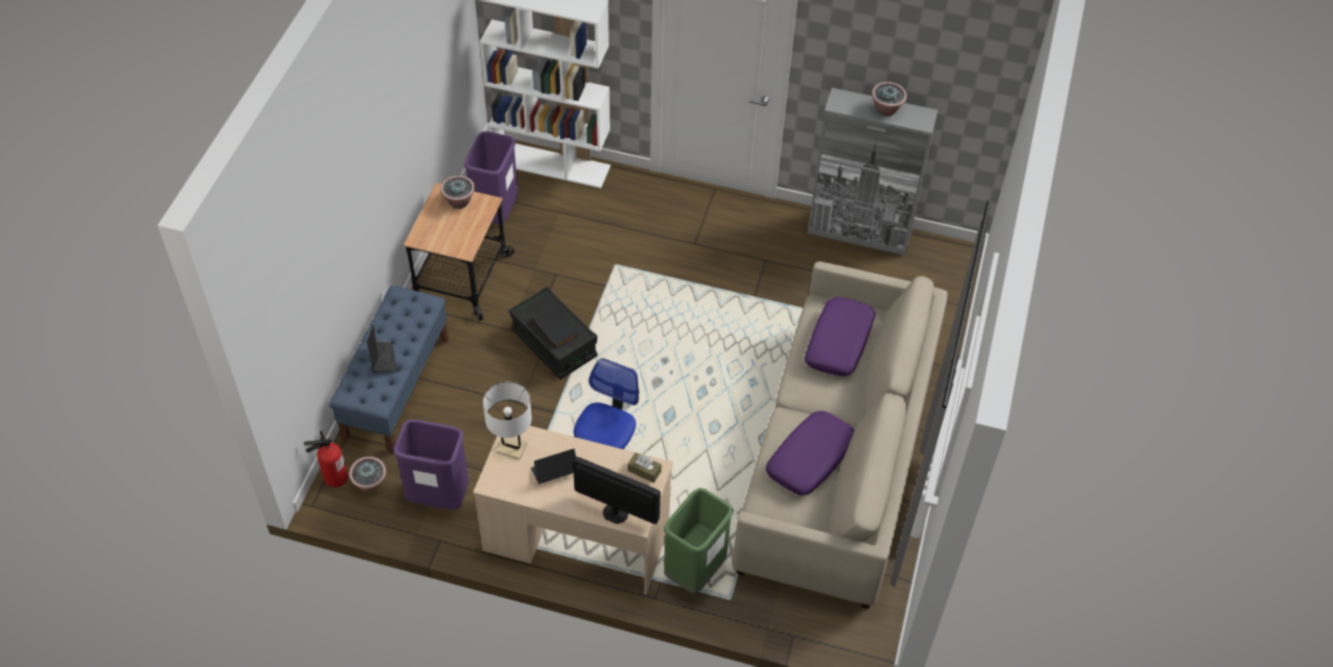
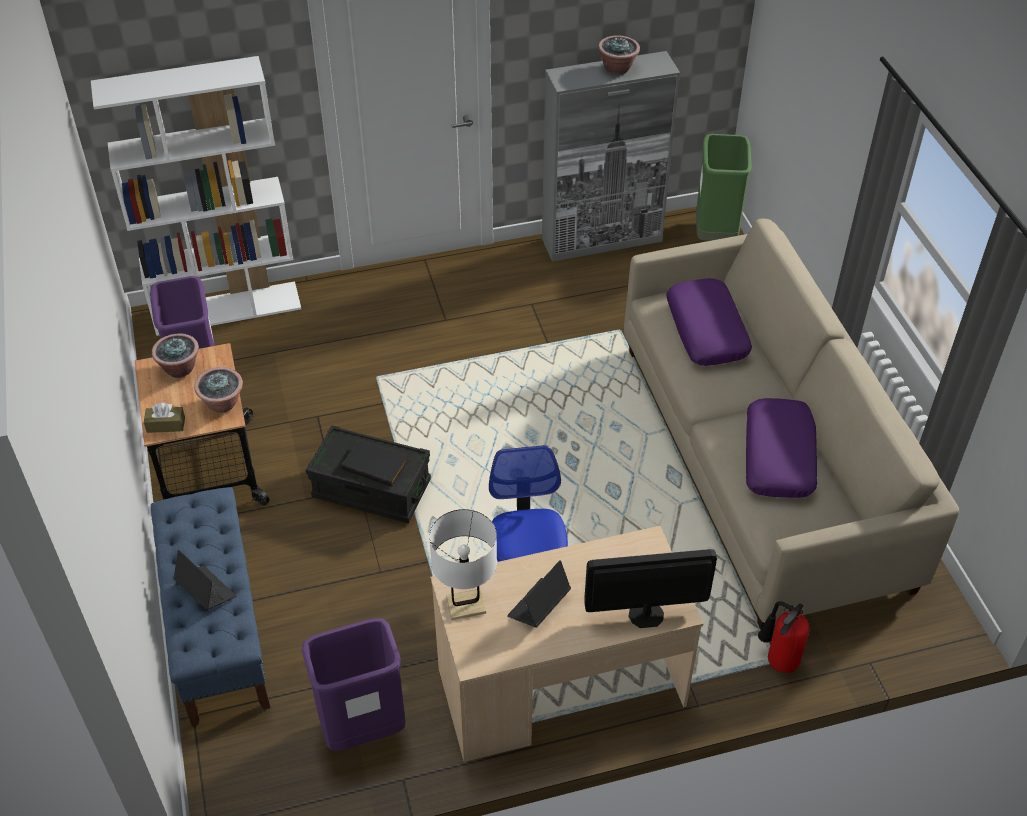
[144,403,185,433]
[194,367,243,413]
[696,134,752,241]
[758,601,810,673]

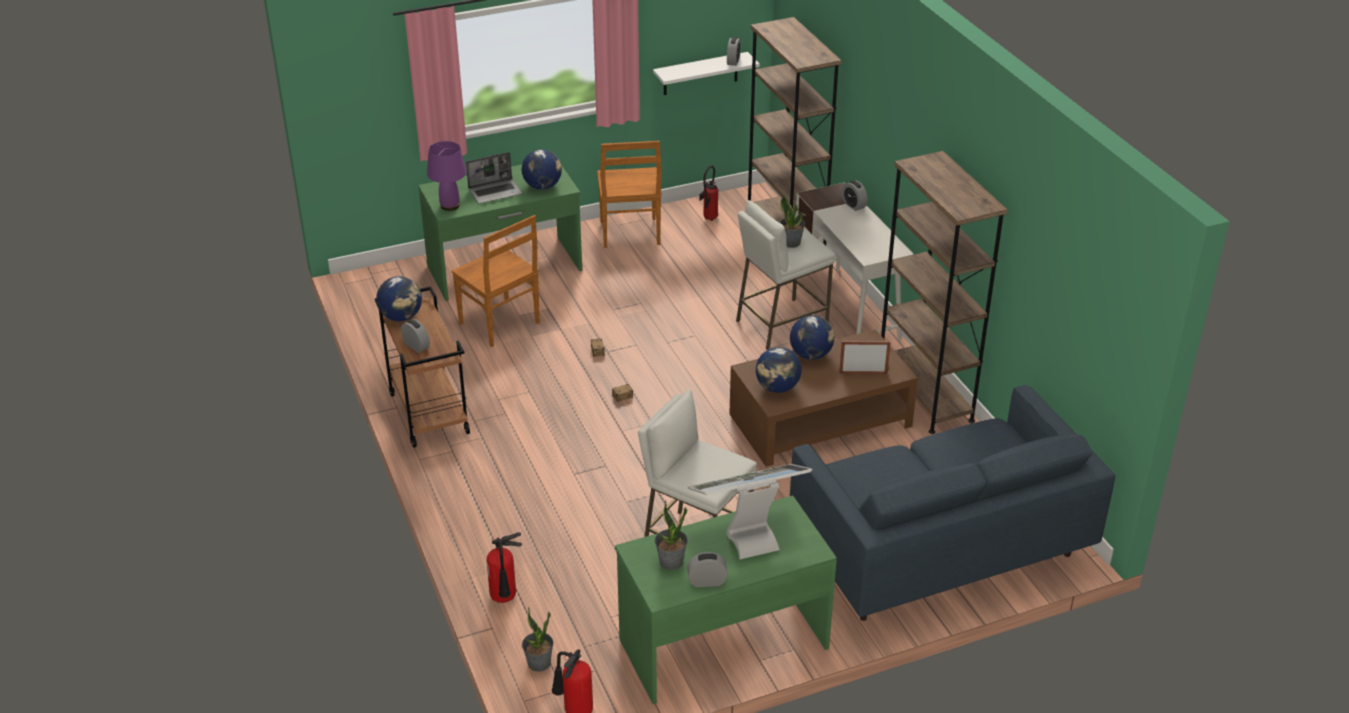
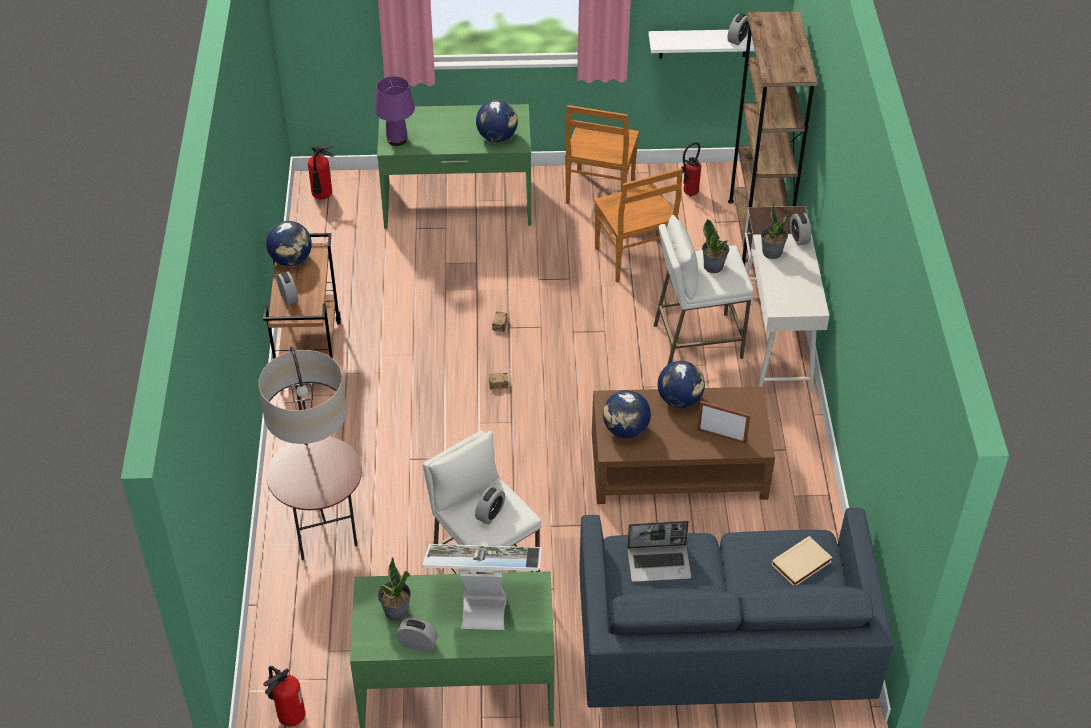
[259,347,362,560]
[308,145,335,199]
[475,486,505,525]
[594,168,683,283]
[627,521,691,582]
[761,202,791,259]
[771,536,832,585]
[881,151,1008,434] (first image)

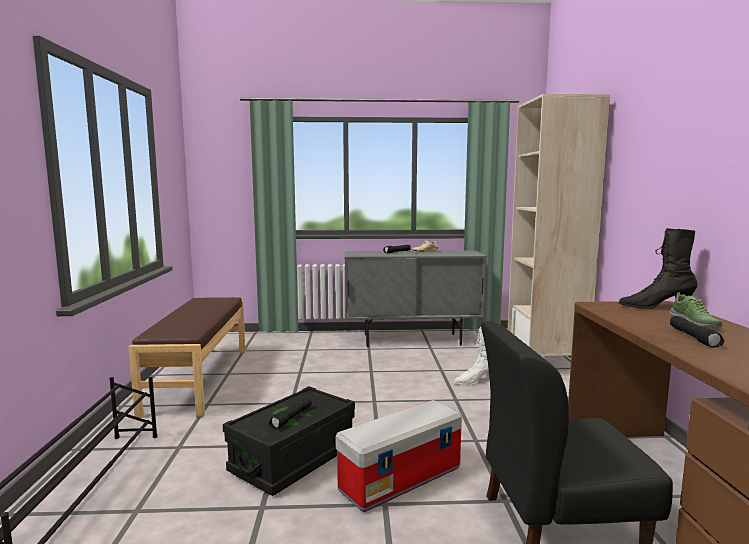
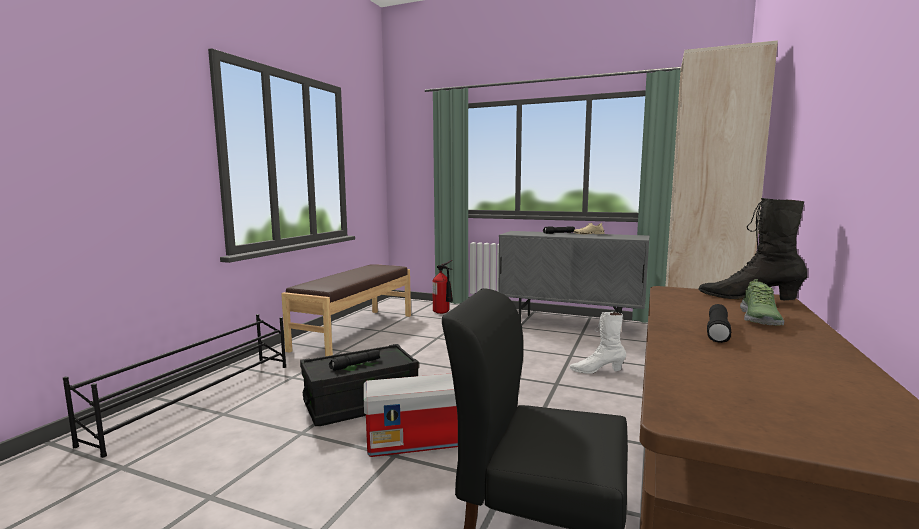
[432,260,453,314]

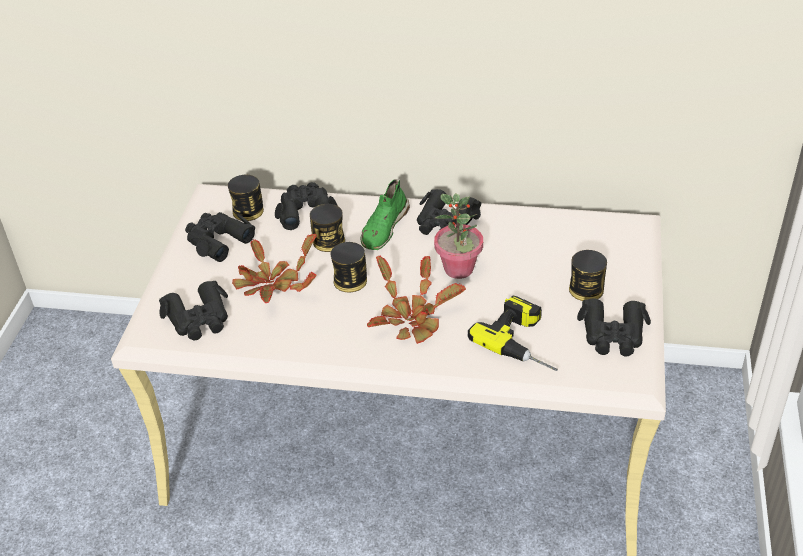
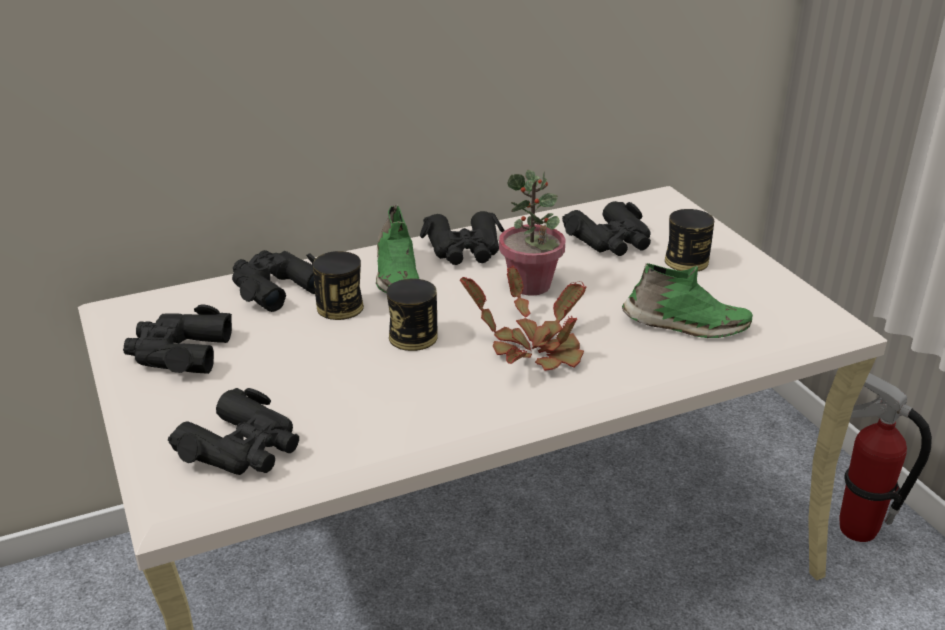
[562,201,651,256]
[622,263,753,338]
[839,373,932,542]
[228,175,264,221] (first image)
[232,234,317,303] (first image)

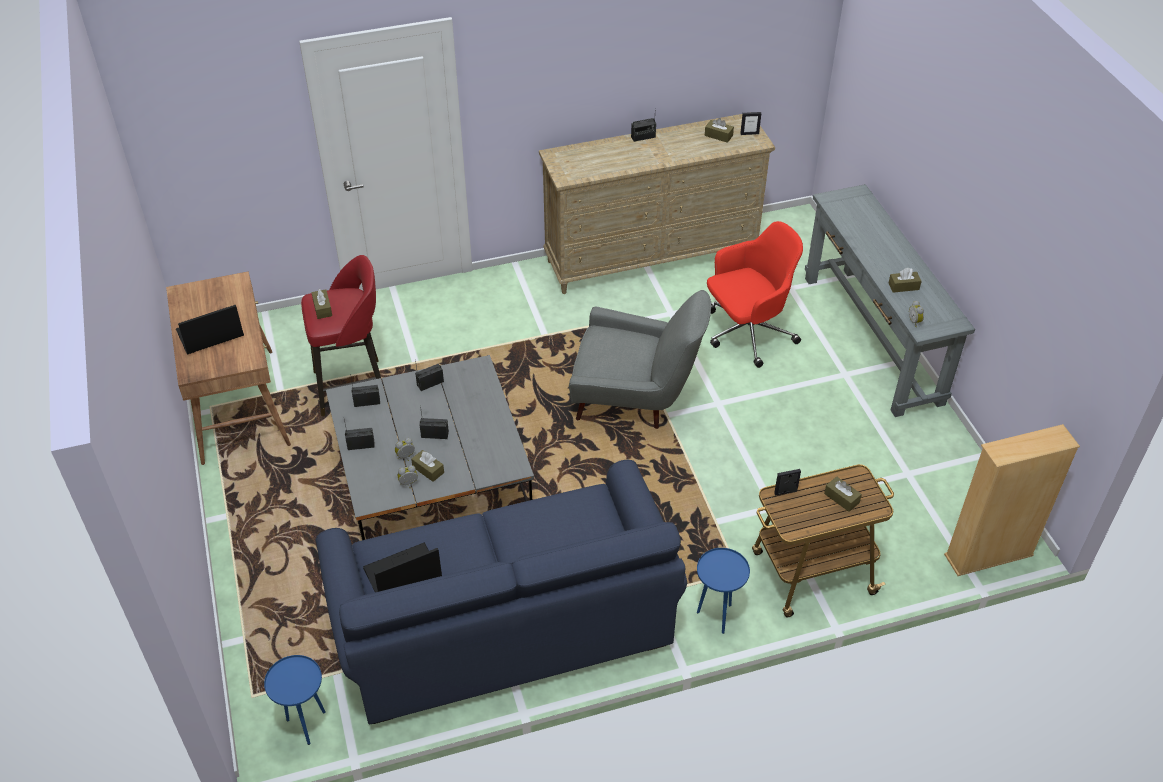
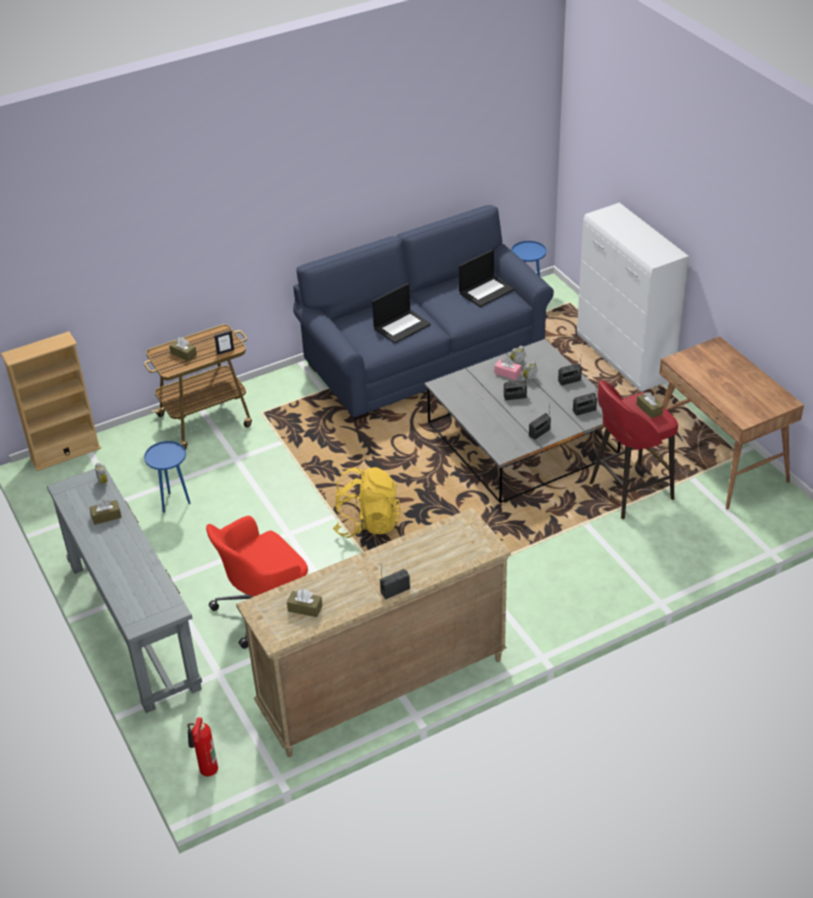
[144,441,190,513]
[187,717,218,776]
[333,467,401,538]
[372,283,431,344]
[494,358,521,380]
[577,203,689,392]
[740,112,761,135] (first image)

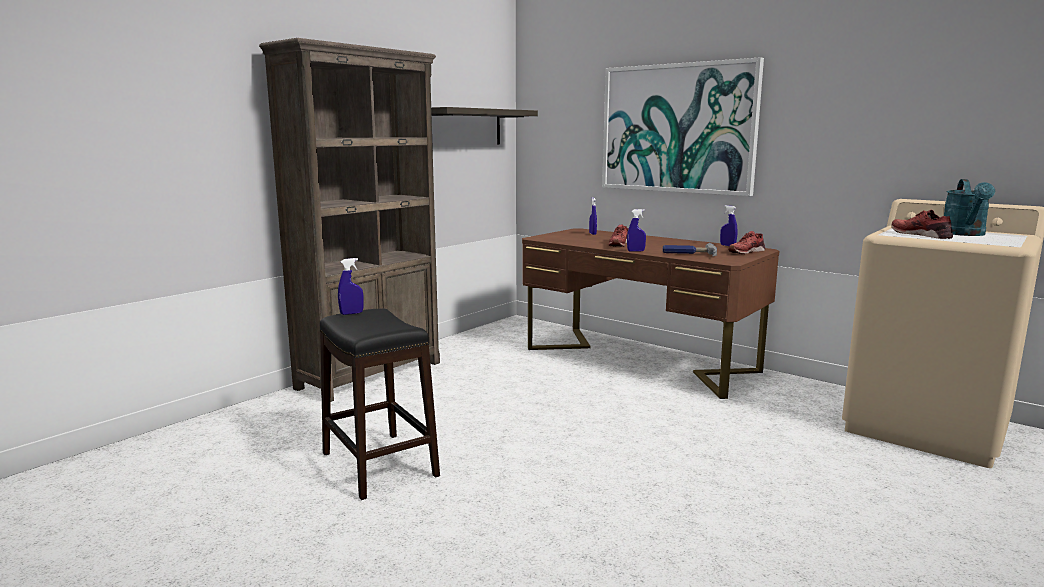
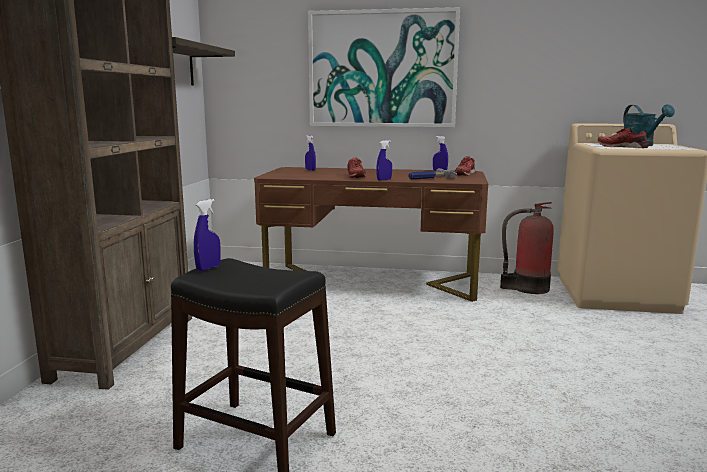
[500,202,554,294]

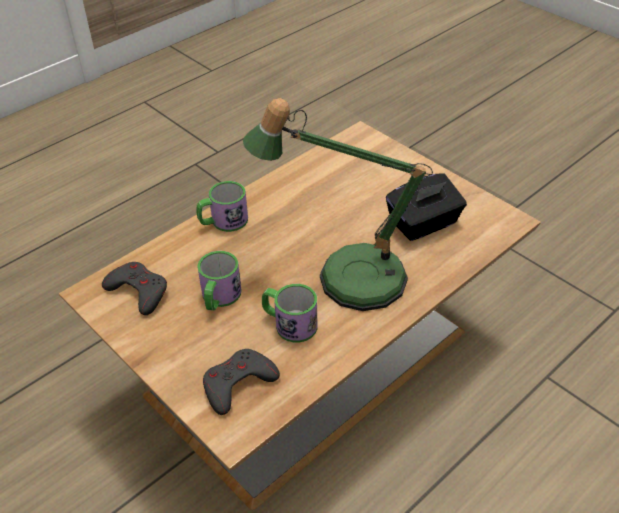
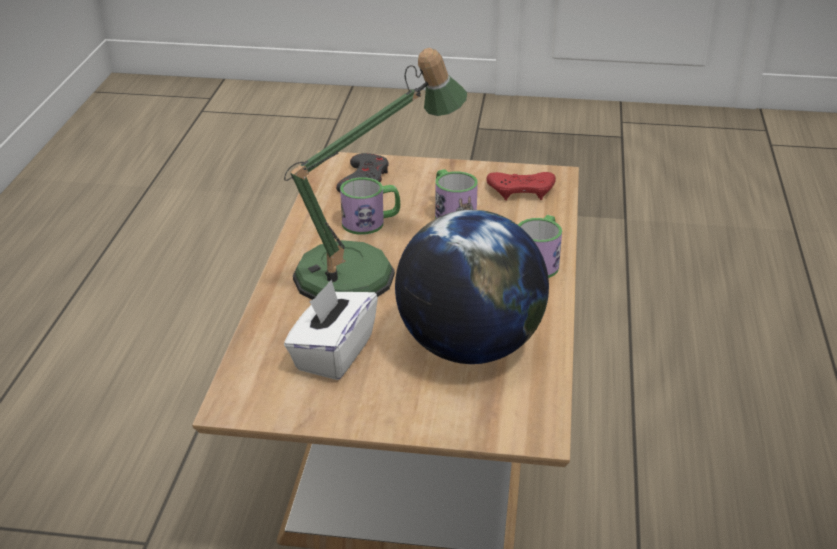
[284,280,378,380]
[395,210,549,364]
[486,172,556,200]

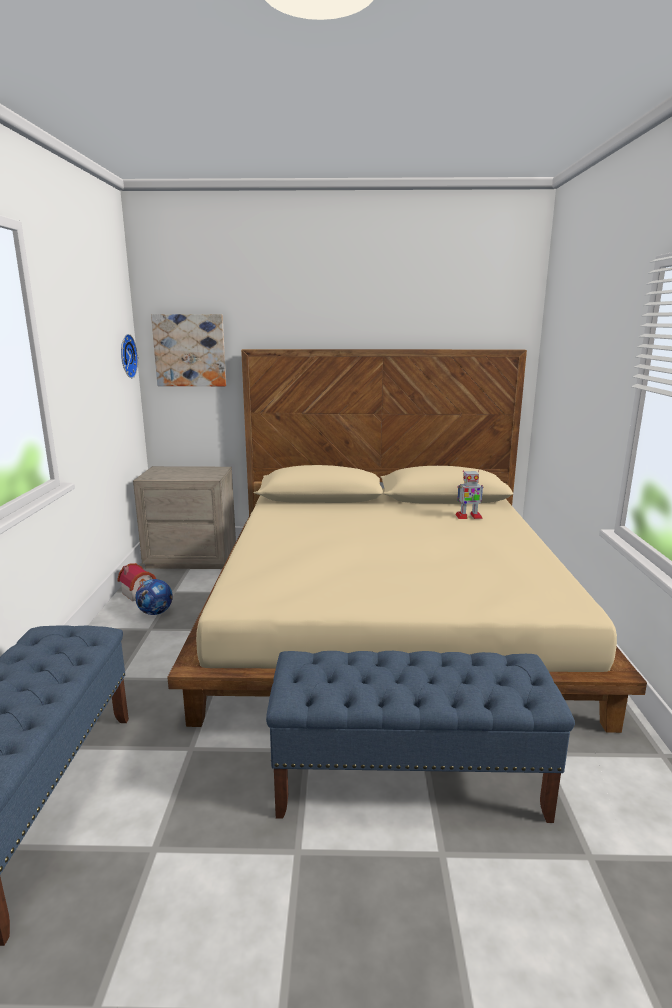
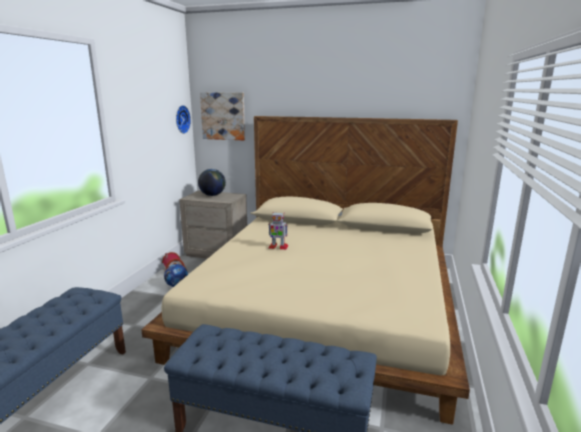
[198,169,226,196]
[268,212,288,250]

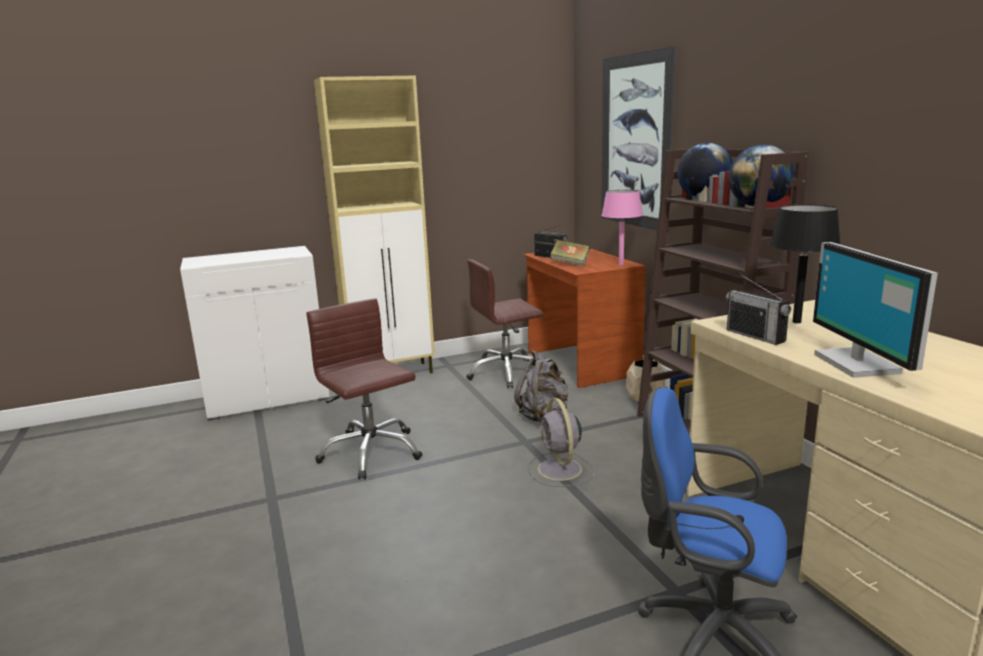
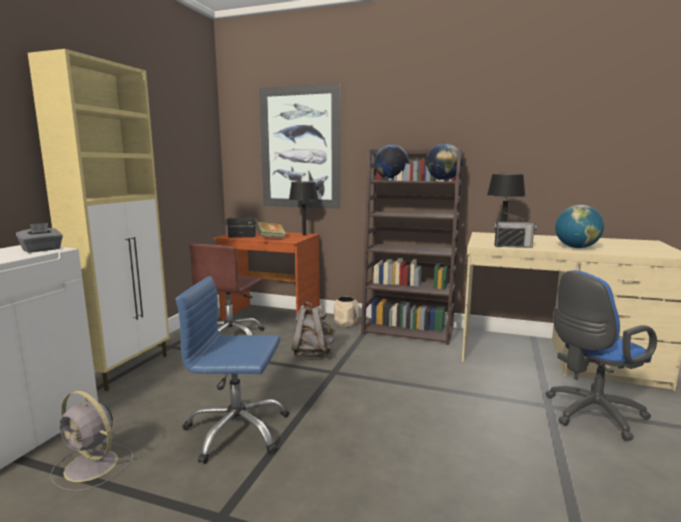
[16,223,63,253]
[50,391,133,491]
[176,276,289,464]
[289,181,318,235]
[555,205,604,248]

